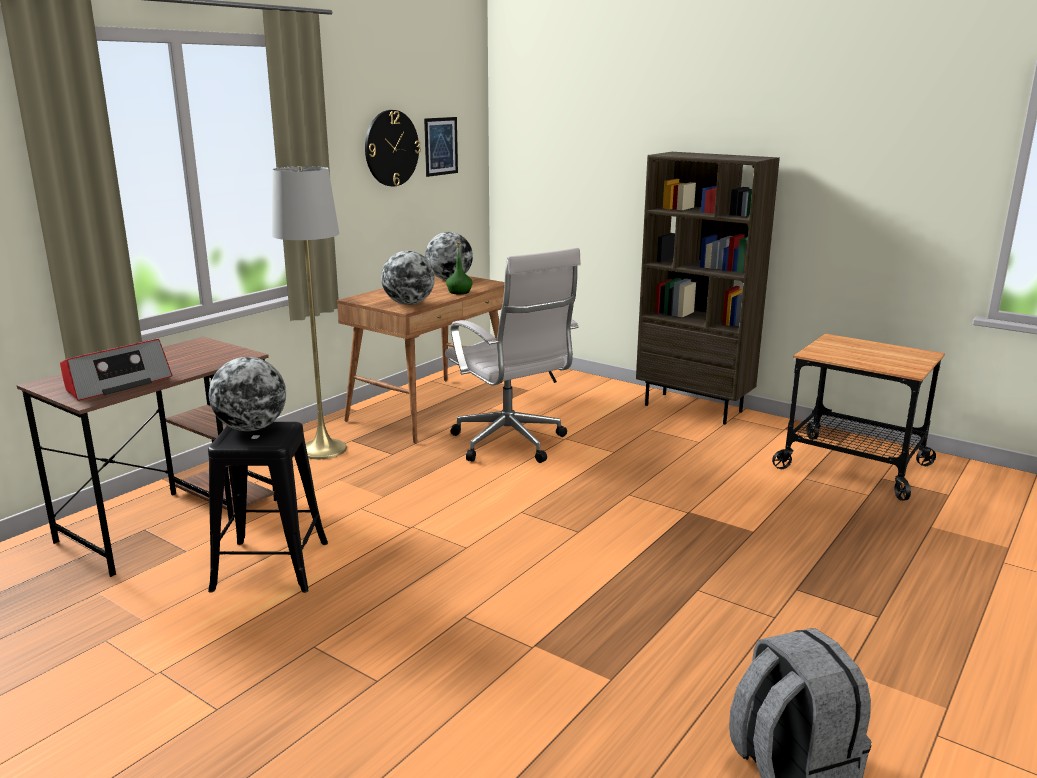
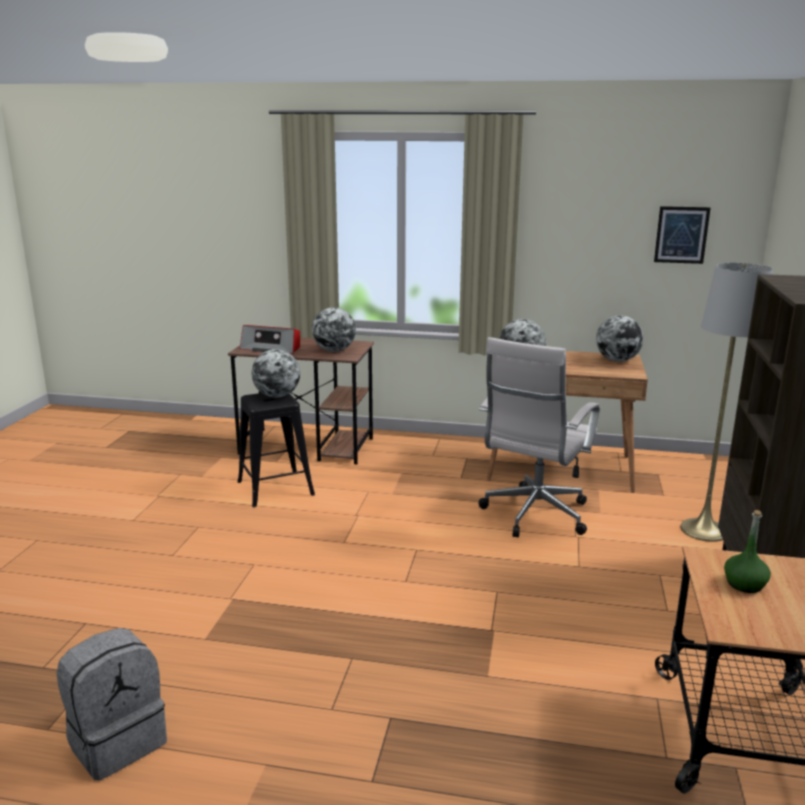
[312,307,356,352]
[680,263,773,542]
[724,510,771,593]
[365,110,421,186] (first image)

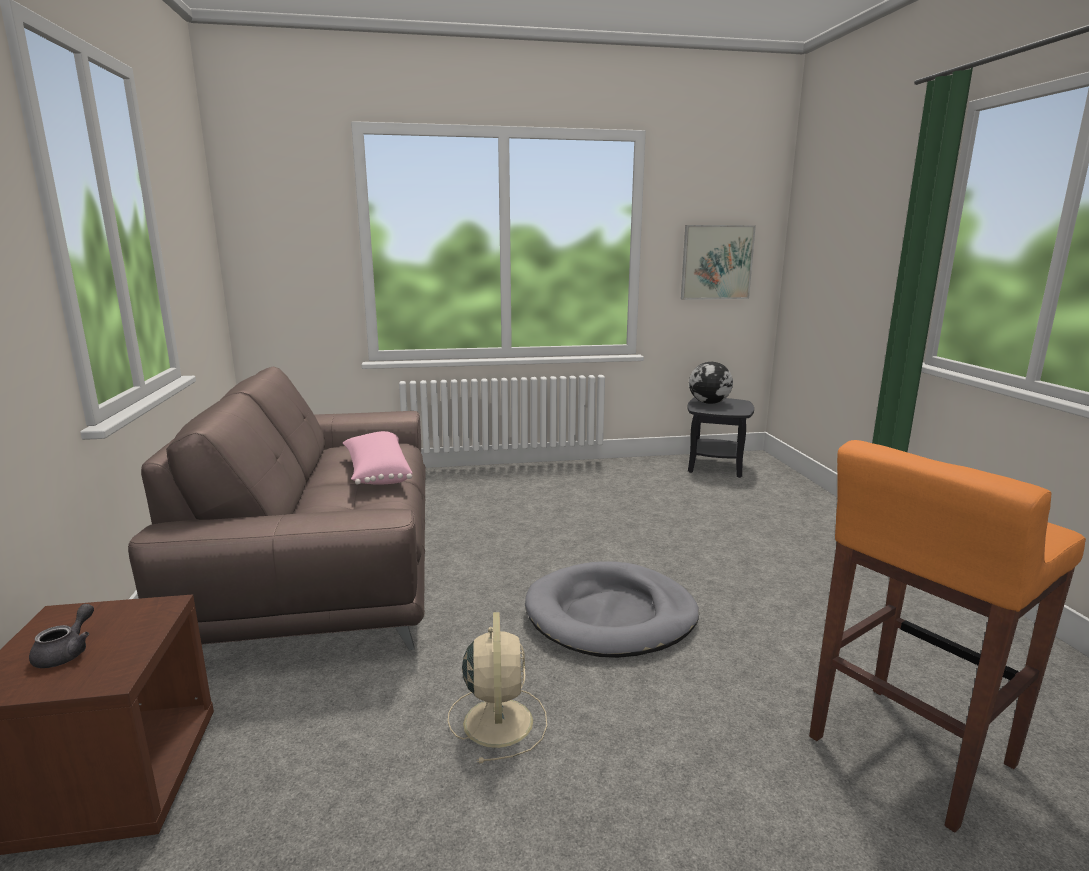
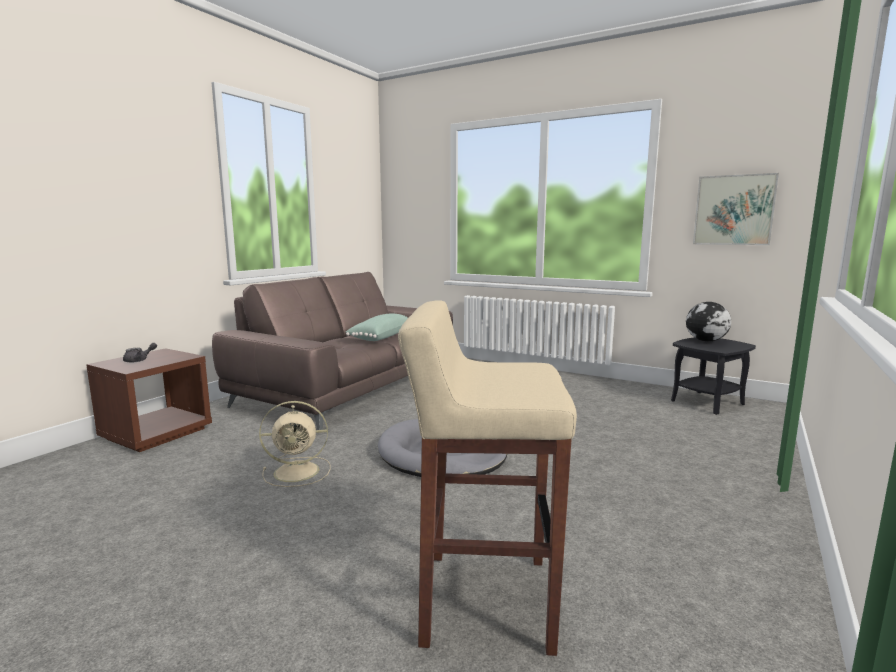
[259,401,331,487]
[346,314,408,341]
[398,300,577,656]

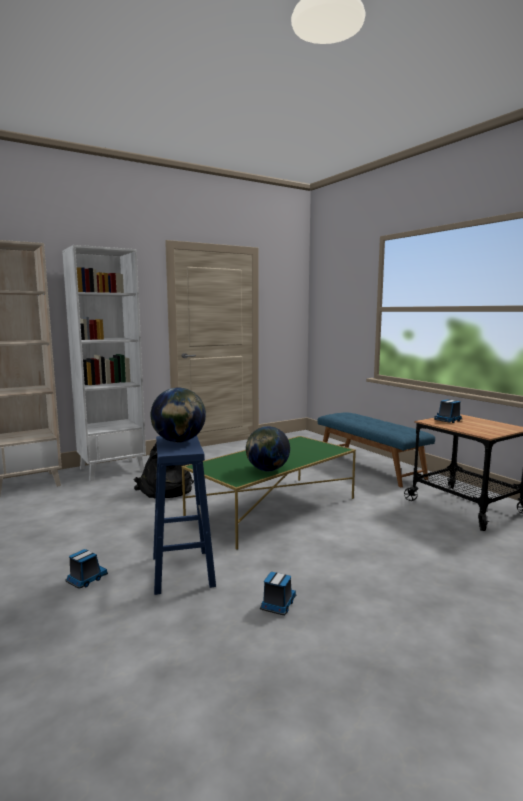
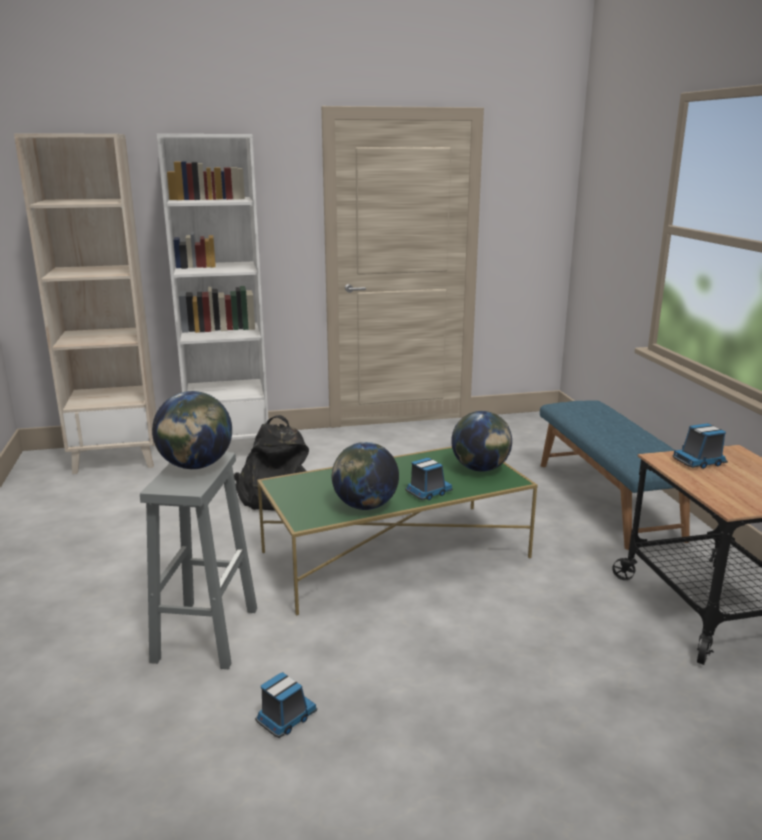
[140,452,257,669]
[405,458,453,500]
[451,411,512,472]

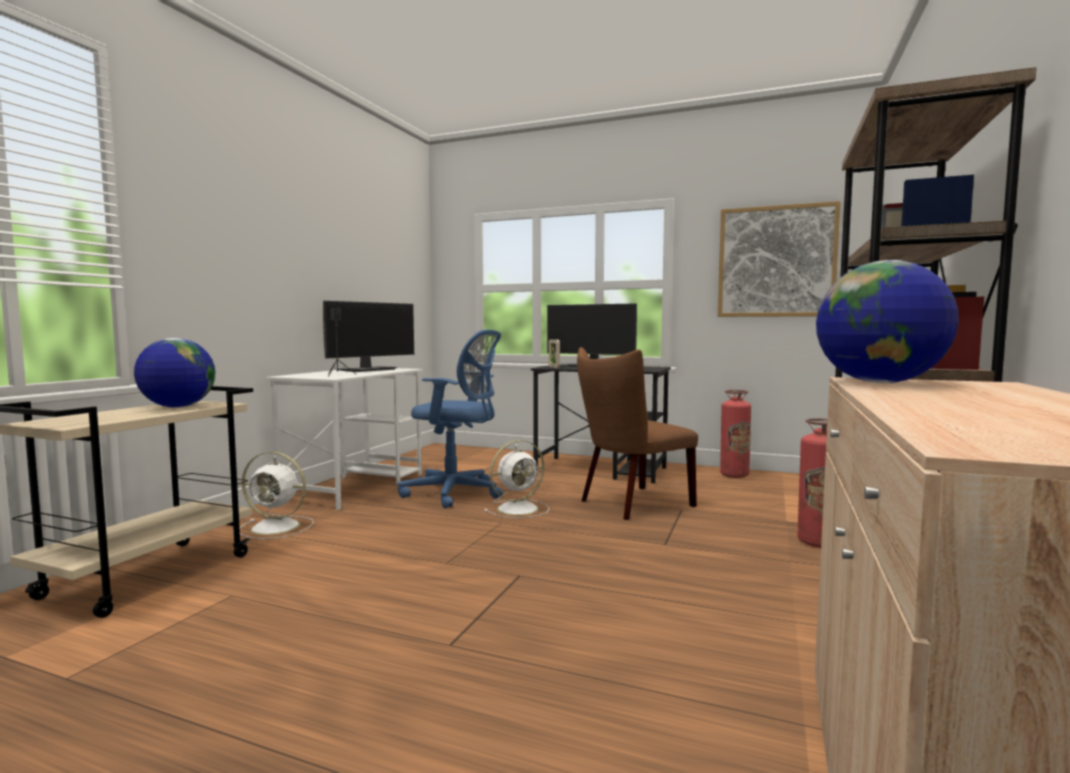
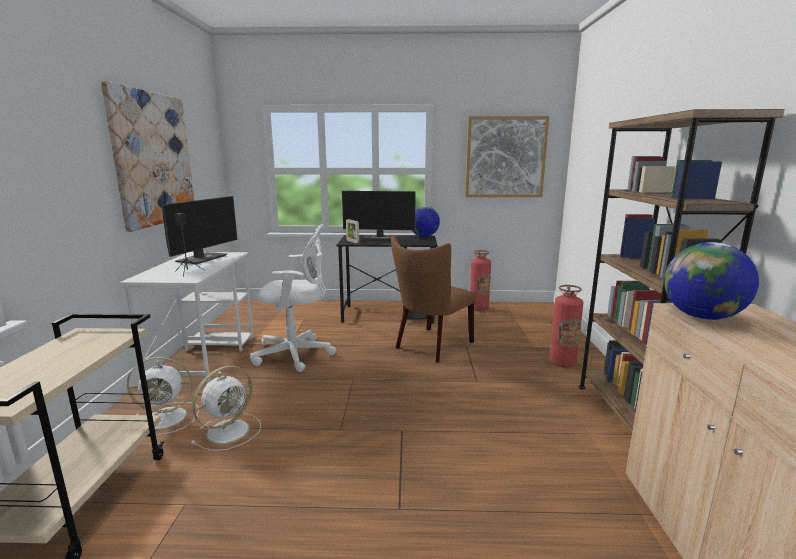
[101,81,195,232]
[191,366,261,451]
[250,224,336,372]
[412,206,440,237]

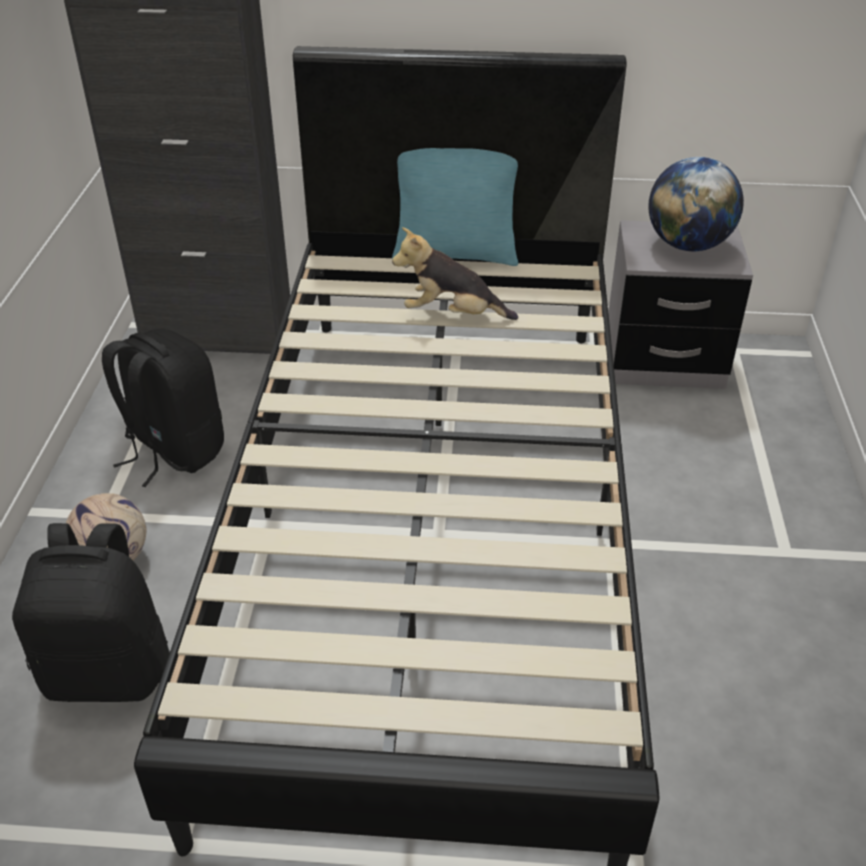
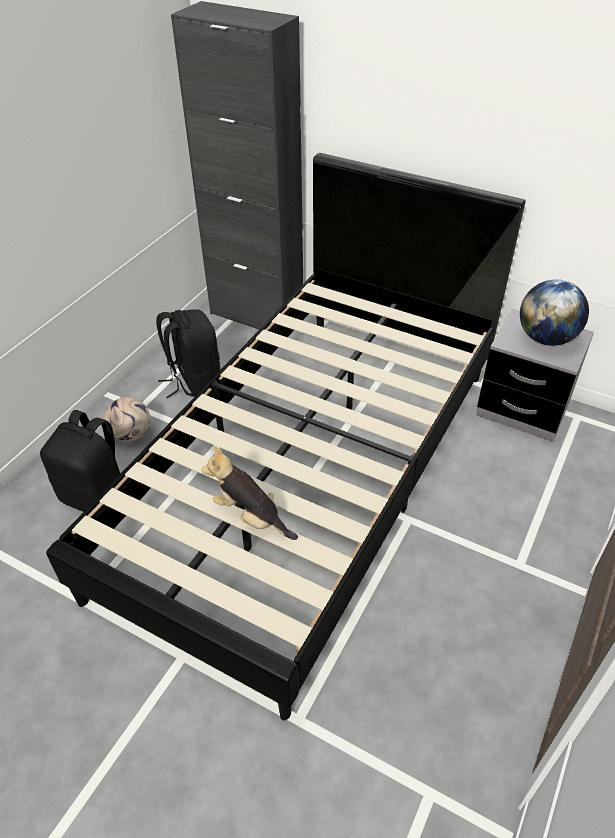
[201,446,298,540]
[392,148,518,266] (first image)

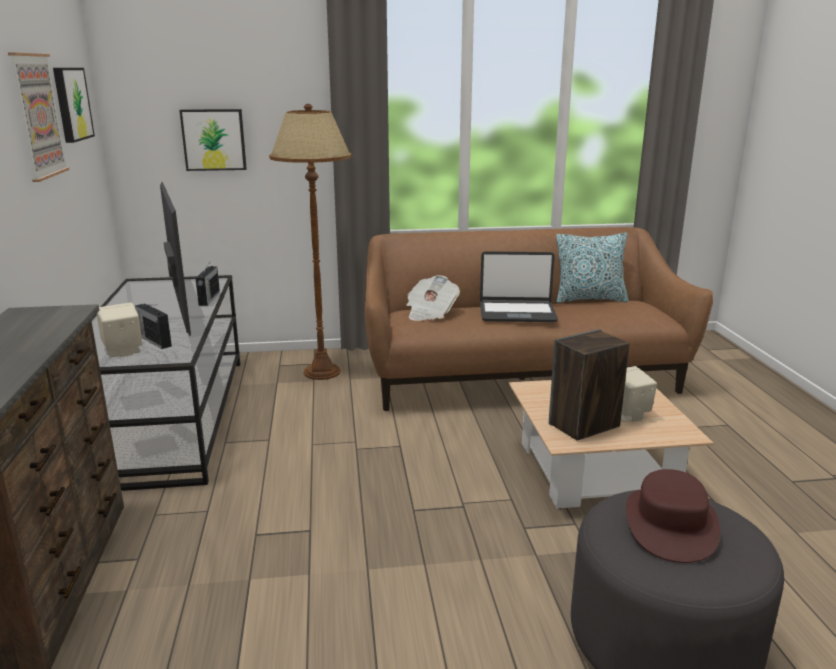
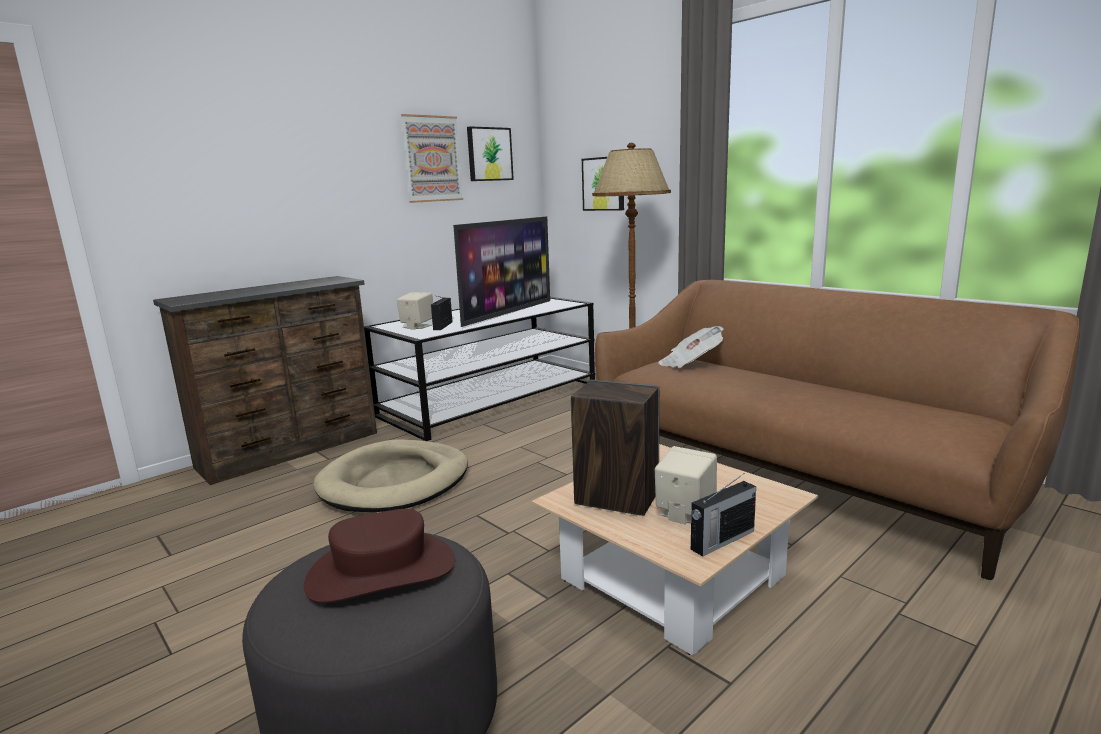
[313,439,468,512]
[691,473,756,557]
[480,251,558,322] (first image)
[556,233,629,303] (first image)

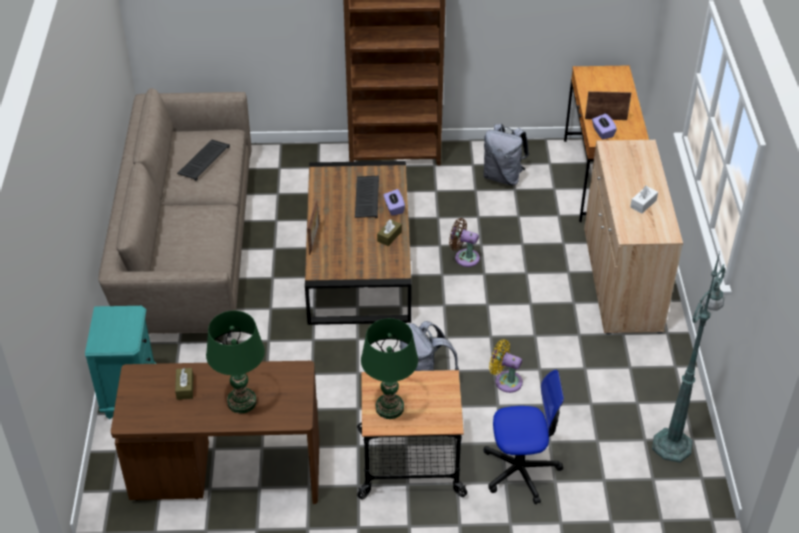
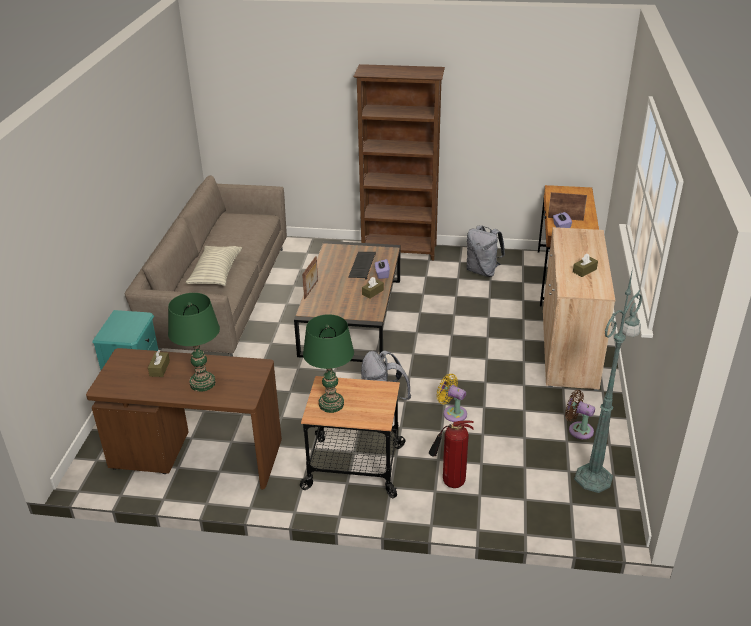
[186,246,242,286]
[429,420,474,488]
[565,390,595,439]
[573,254,598,277]
[177,139,230,181] (first image)

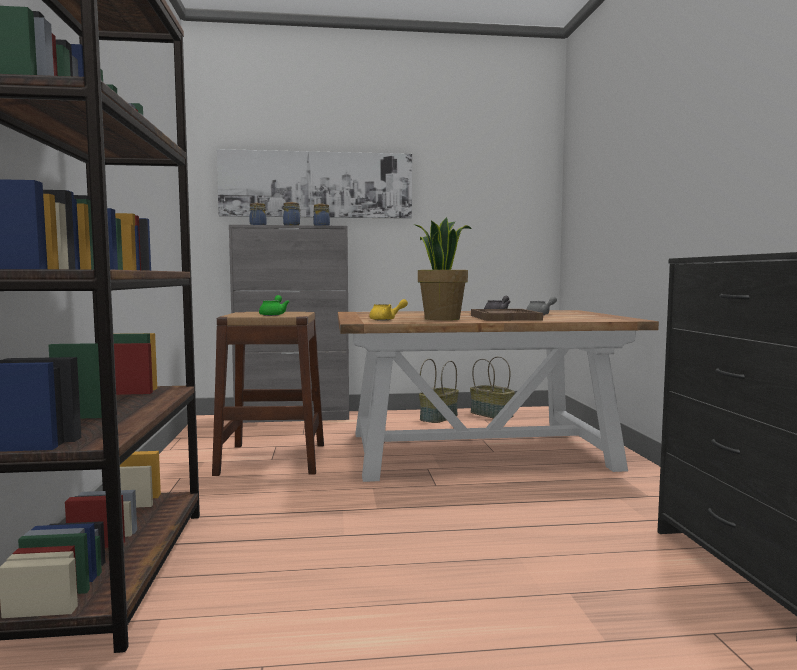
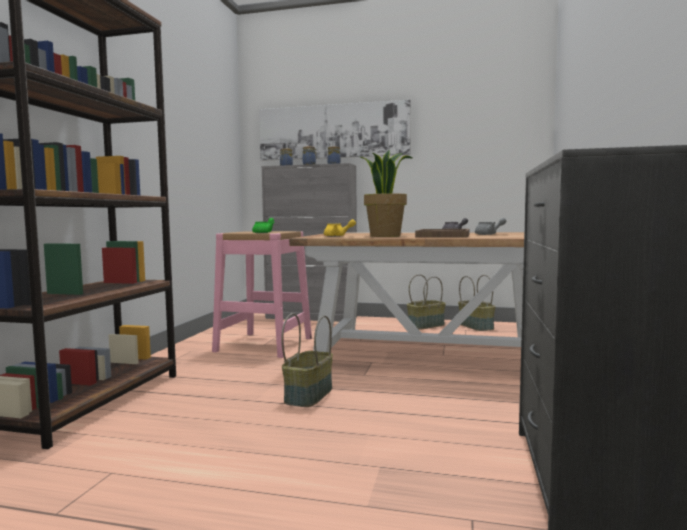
[212,231,312,358]
[281,313,333,407]

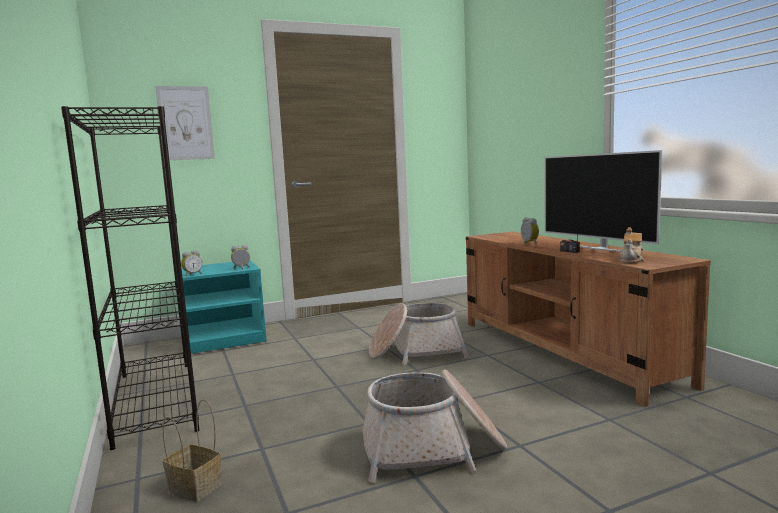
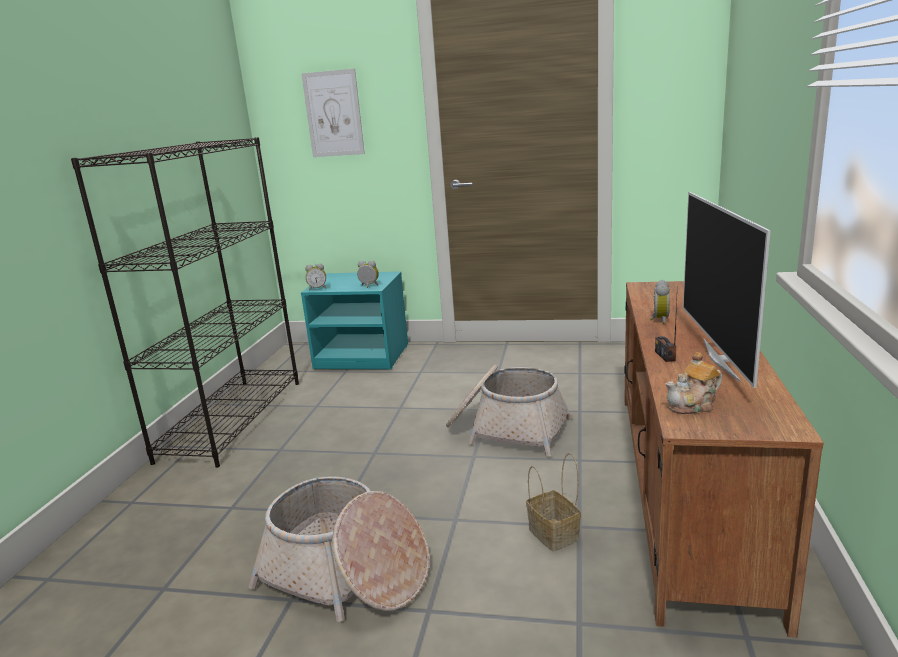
[526,453,581,551]

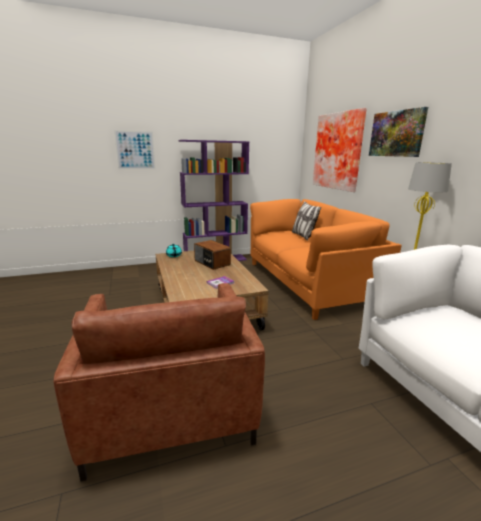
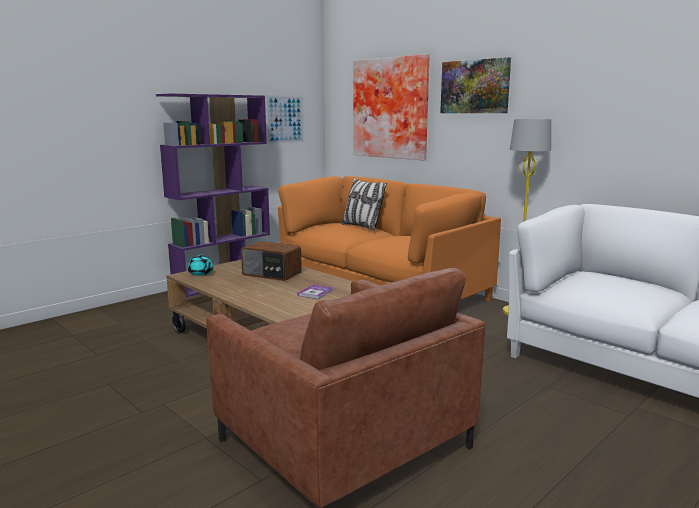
[265,95,304,145]

